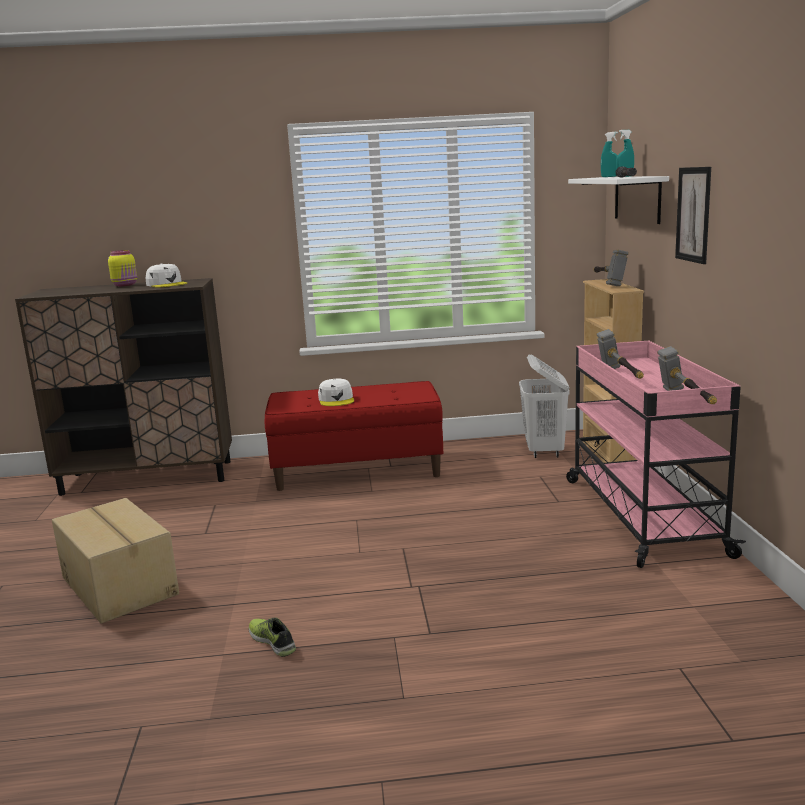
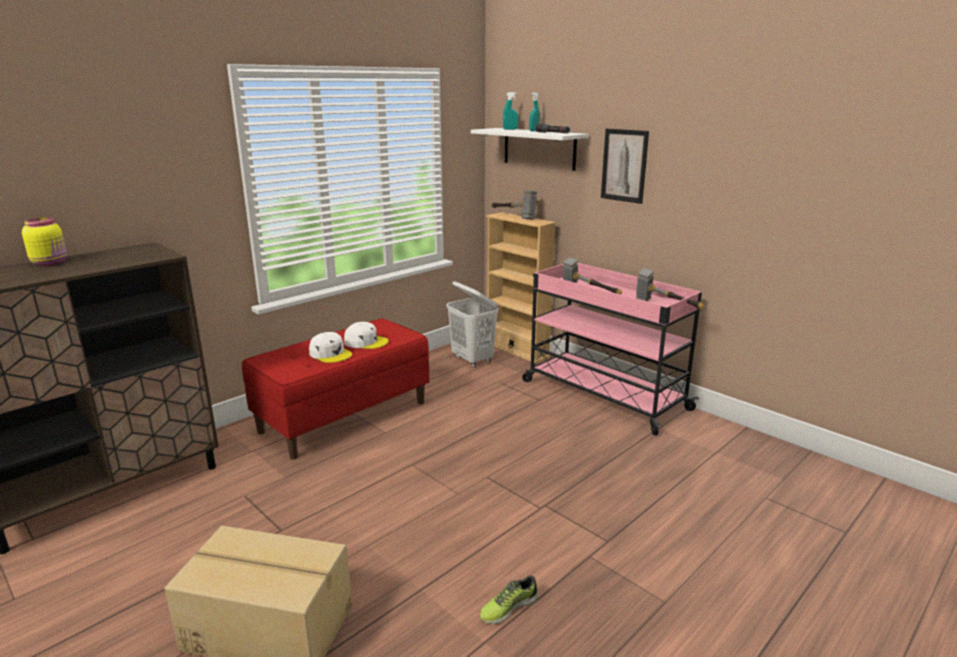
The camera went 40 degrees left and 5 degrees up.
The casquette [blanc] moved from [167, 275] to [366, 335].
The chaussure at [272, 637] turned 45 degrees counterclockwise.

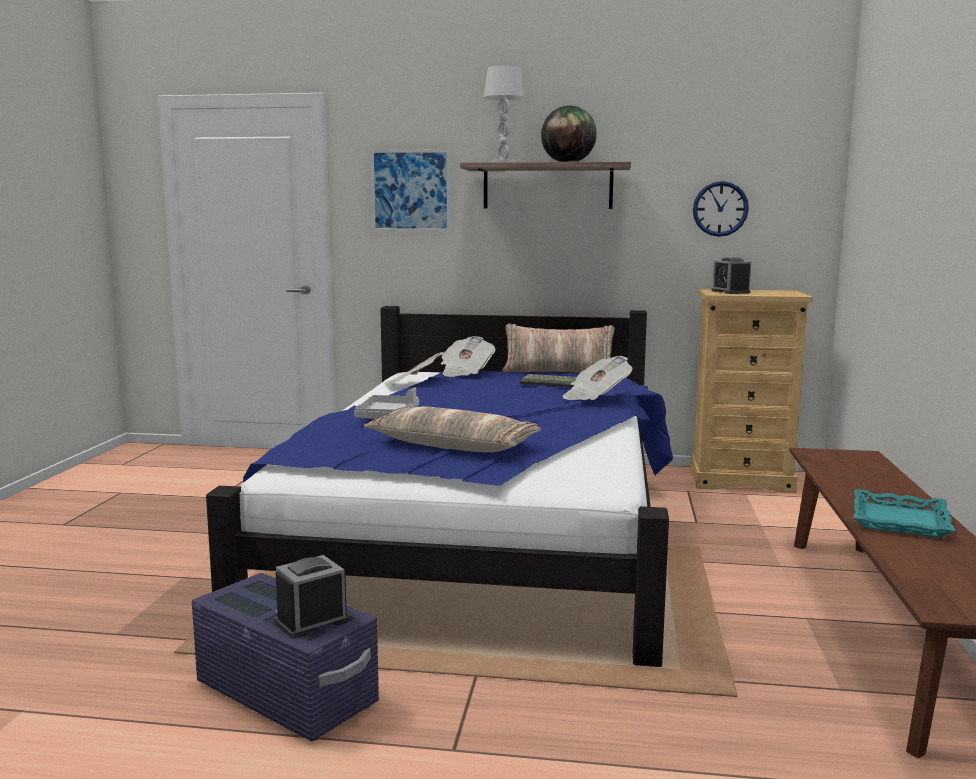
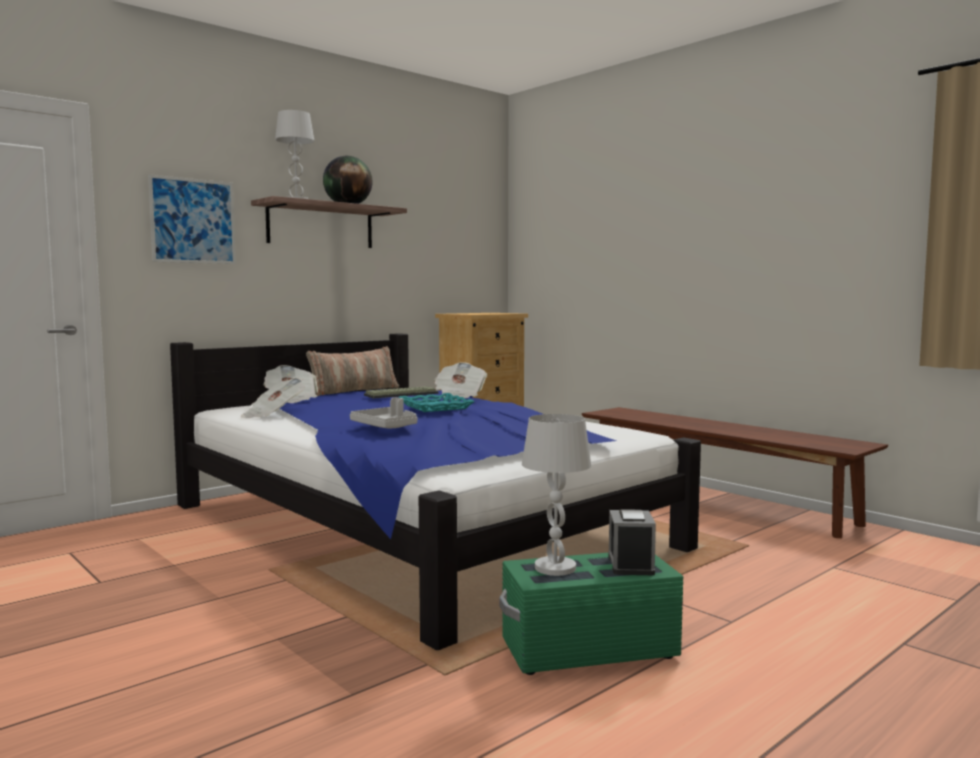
The camera went 50 degrees left and 5 degrees down.
The horloge murale at [721, 209] disappeared.
The réveil at [731, 276] disappeared.
The coussin at [452, 429] disappeared.
The plateau [turquoise] moved from [904, 513] to [436, 402].
The boîte de rangement [violet] at [285, 657] became the boîte de rangement [vert] at [591, 614].
The lampe de table [blanc] at [556, 495] appeared.

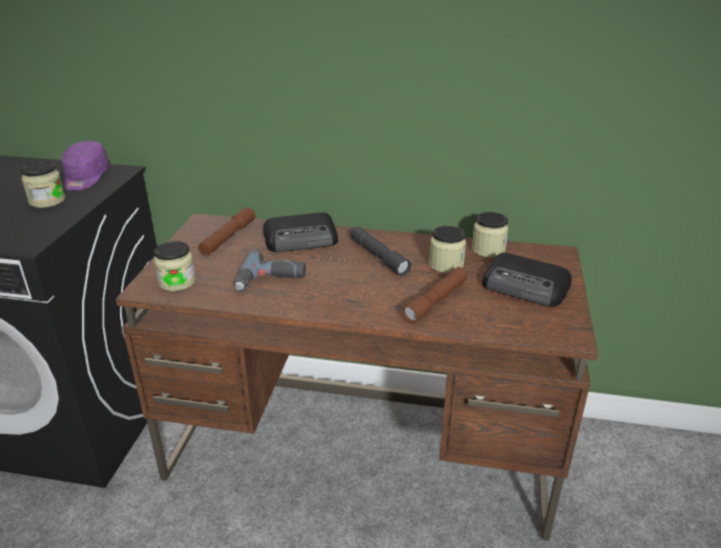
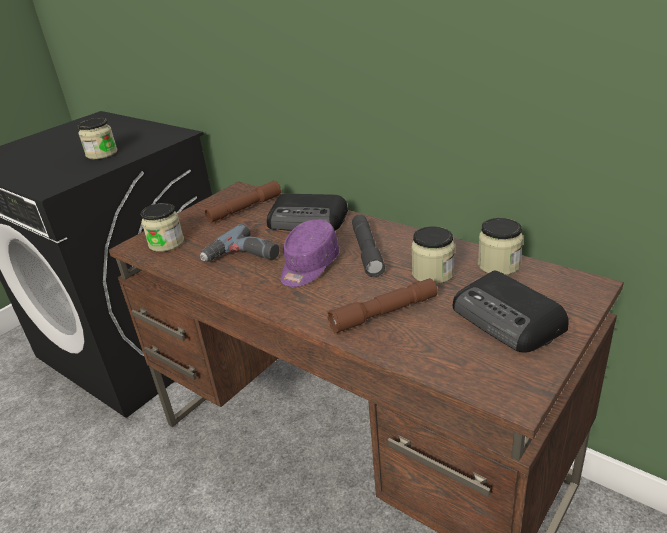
The camera went 30 degrees right and 0 degrees up.
The casquette [violet] moved from [85, 166] to [310, 253].

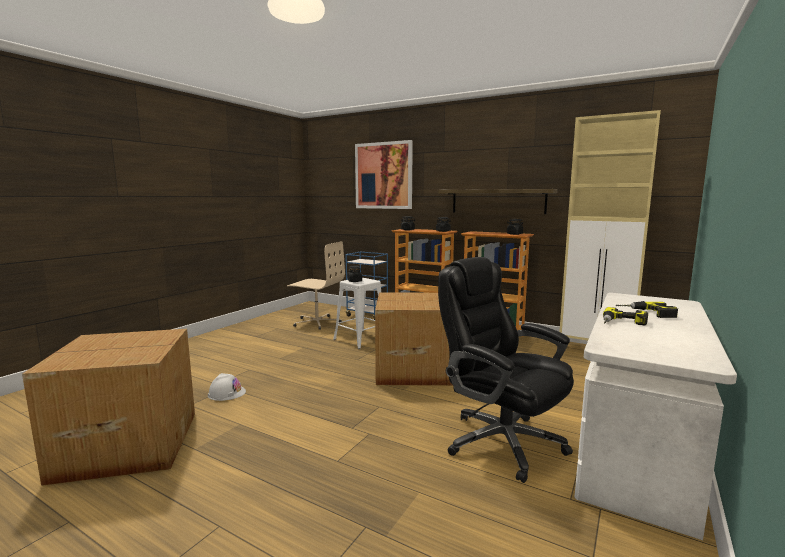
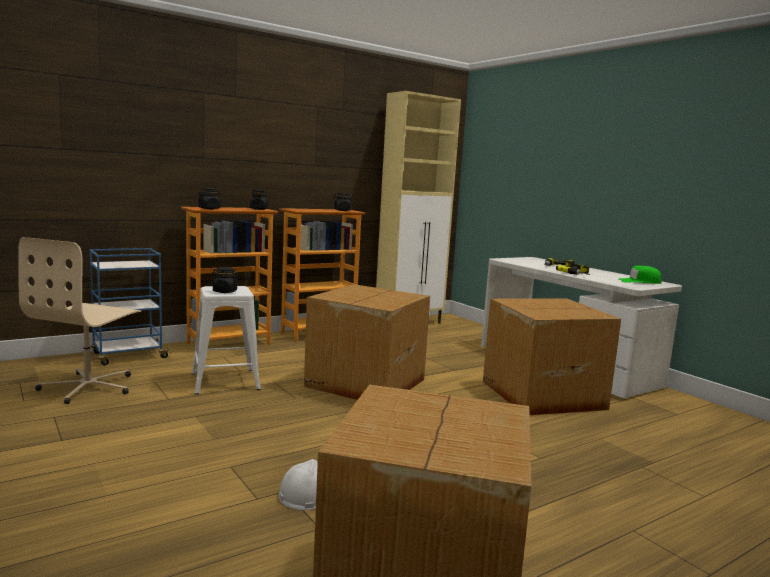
The camera went 65 degrees left and 0 degrees up.
The tableau at [384, 174] disappeared.
The étagère at [498, 201] disappeared.
The chaise de bureau [beige] at [316, 285] turned 150 degrees clockwise.
The chaise de bureau [noir] at [506, 370] was replaced by the carton at [552, 356].
The casquette [vert] at [640, 275] appeared.

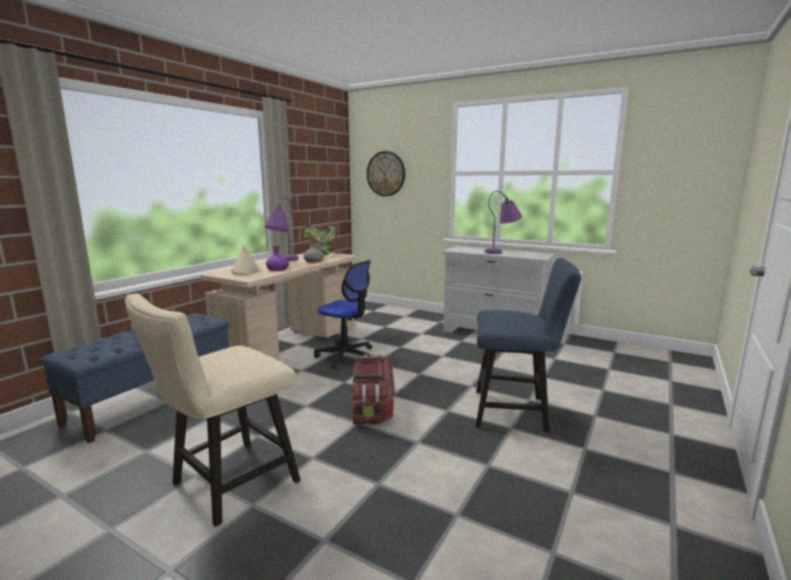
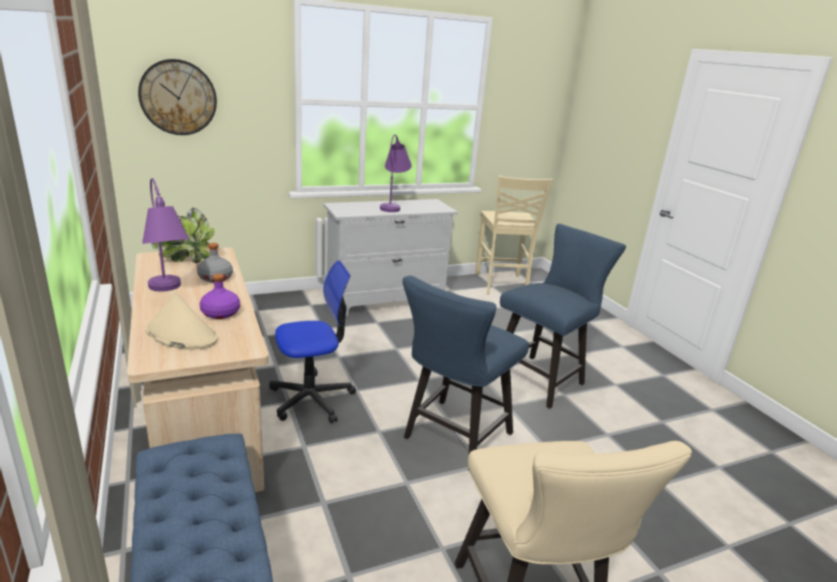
The camera went 55 degrees left and 10 degrees up.
The boîte de rangement at [373, 389] was replaced by the chaise [bleu] at [466, 373].
The chaise [beige] at [514, 235] appeared.

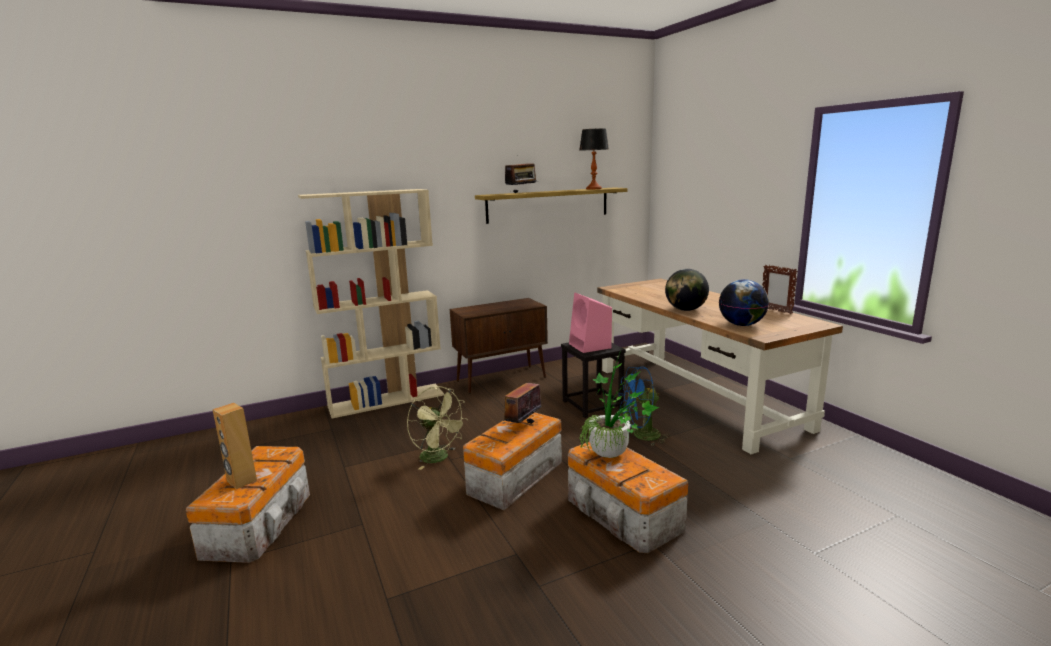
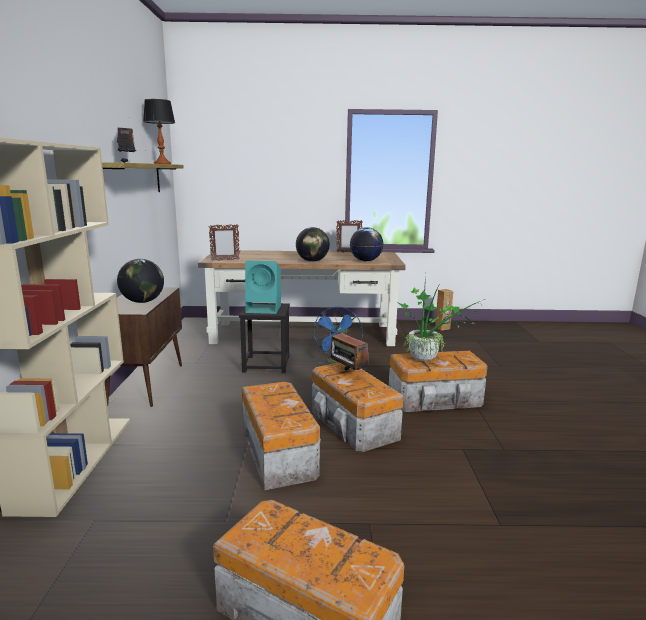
The camera went 65 degrees left and 0 degrees up.
The enceinte [rose] at [590, 323] became the enceinte [turquoise] at [263, 287].
The ventilateur [vert] at [437, 428] was replaced by the boîte de rangement at [281, 436].
The enceinte [marron] moved from [234, 446] to [444, 310].
The cadre photo at [224, 242] appeared.
The globe at [140, 281] appeared.

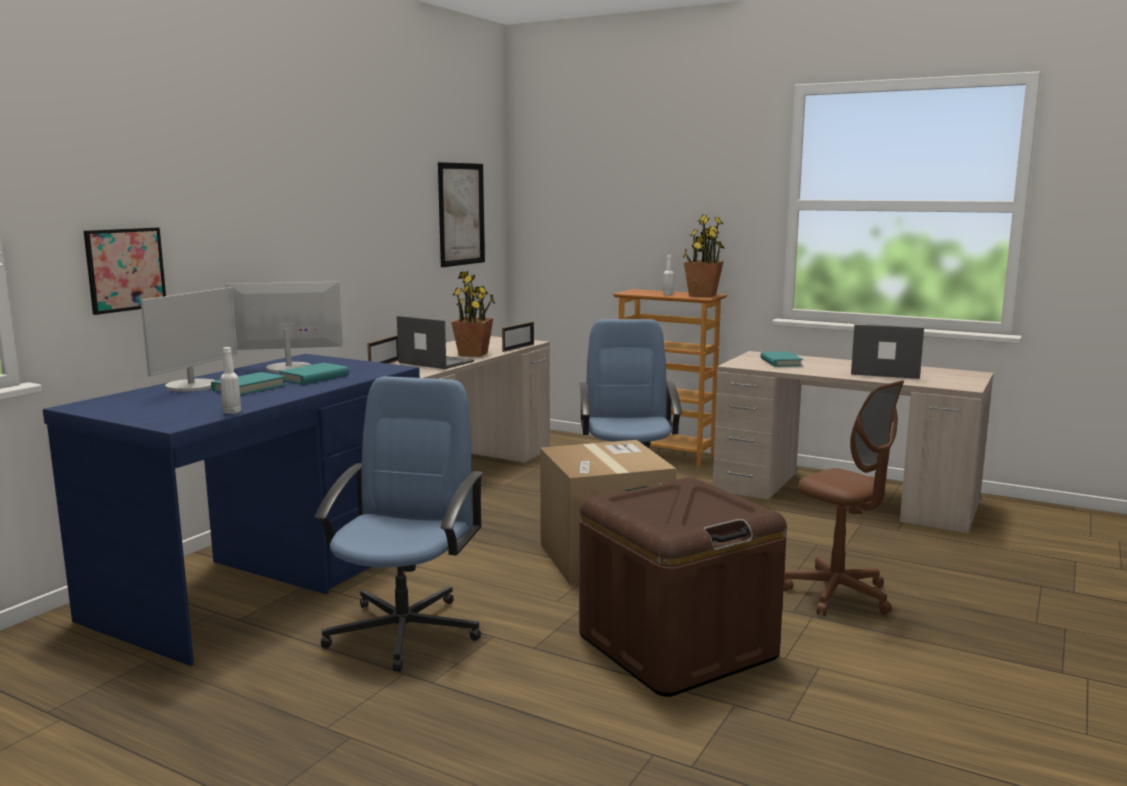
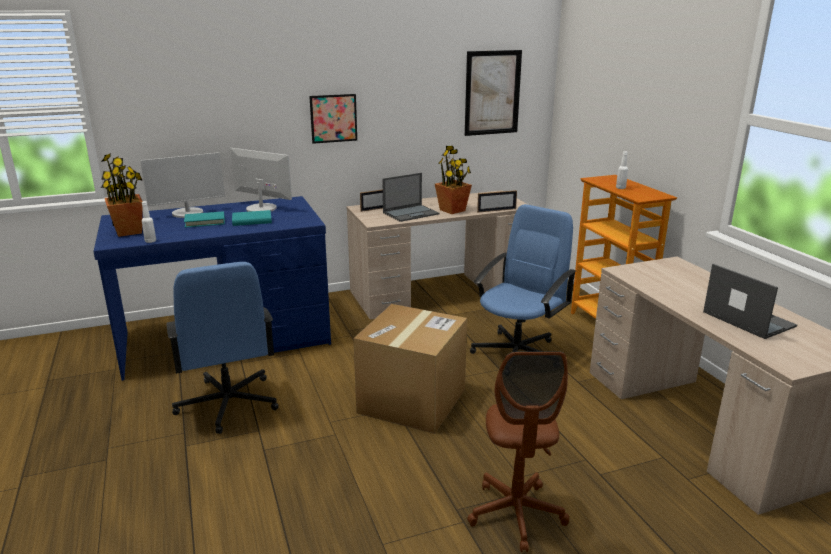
The camera went 40 degrees right and 10 degrees up.
The plante en pot moved from [703, 255] to [122, 195].
The tableau moved from [125, 271] to [333, 119].
The ordinateur portable at [435, 342] turned 75 degrees clockwise.
The livre [turquoise] at [781, 359] disappeared.
The chaise de bureau [bleu] at [398, 524] turned 105 degrees clockwise.
The boîte de rangement [marron] at [683, 587] disappeared.

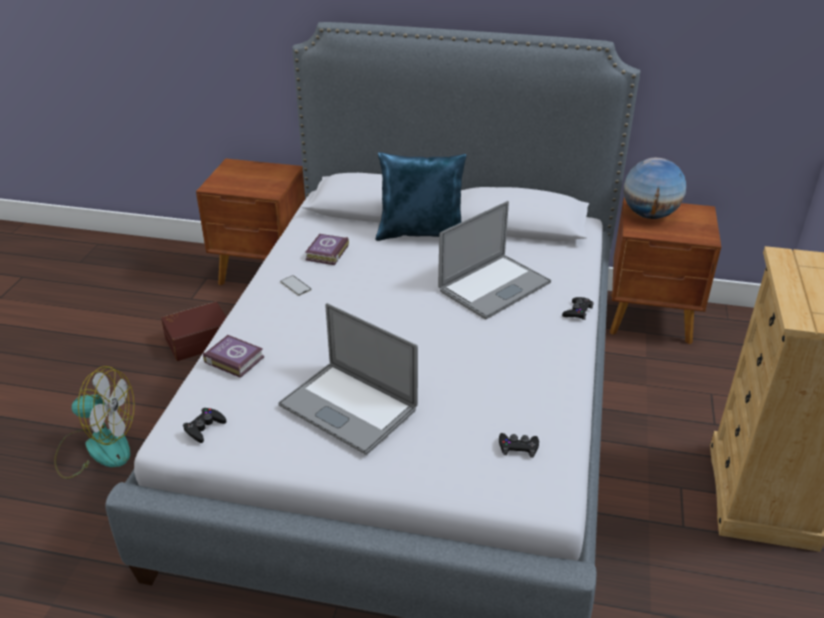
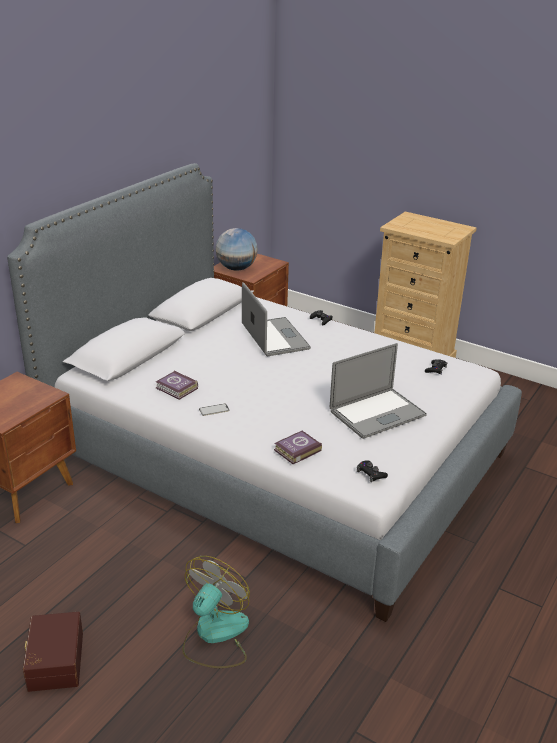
The camera went 70 degrees left and 5 degrees down.
The coussin [bleu] at [421, 196] disappeared.
The boîte de rangement [marron] moved from [193, 331] to [53, 652].

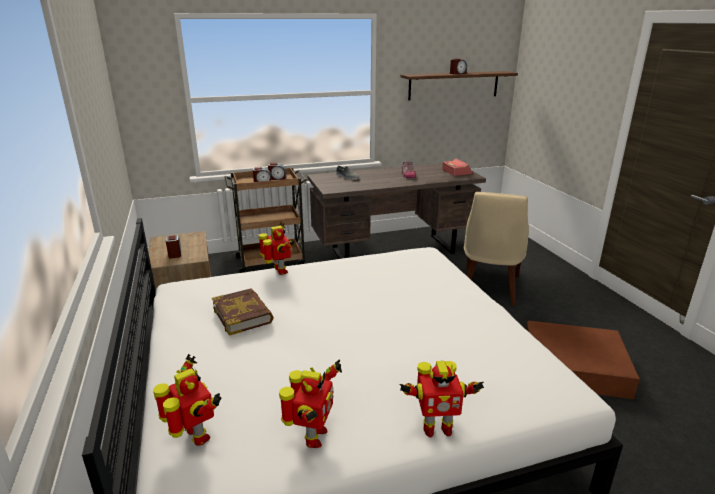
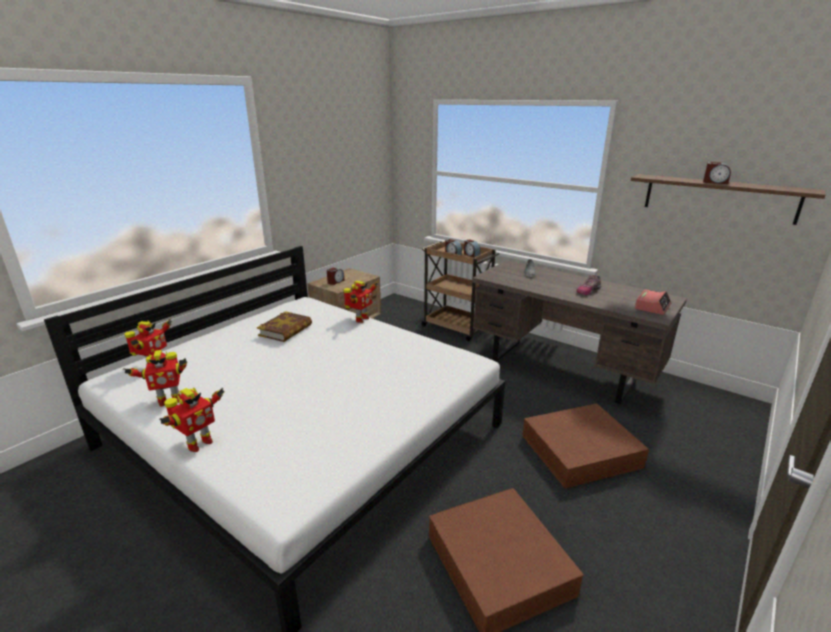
The camera went 55 degrees right and 0 degrees up.
The chaise [beige] at [496, 249] was replaced by the boîte de rangement [marron] at [585, 446].
The robot jouet at [442, 399] turned 105 degrees counterclockwise.

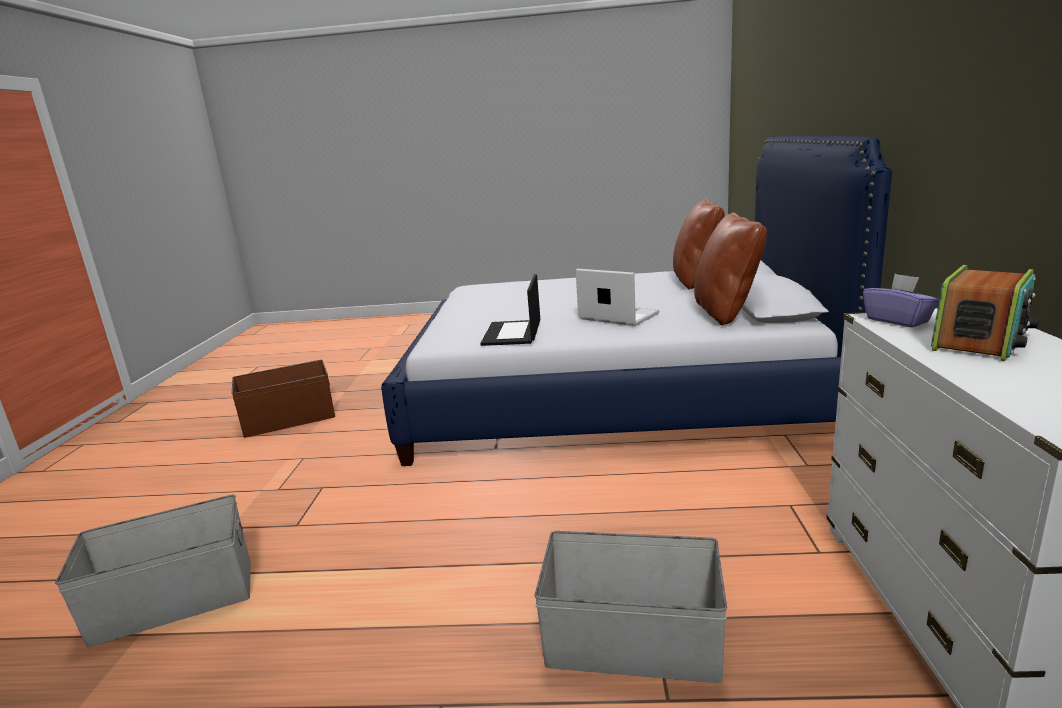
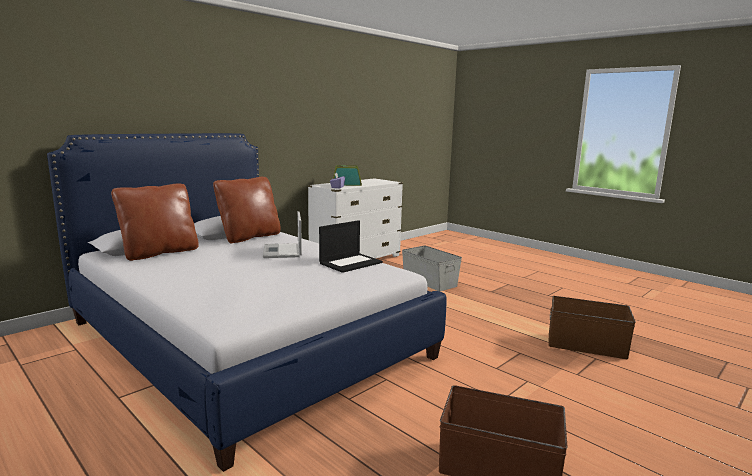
The camera went 140 degrees left and 5 degrees down.
The boîte de rangement [gris] at [153, 571] became the boîte de rangement [marron] at [592, 327].

